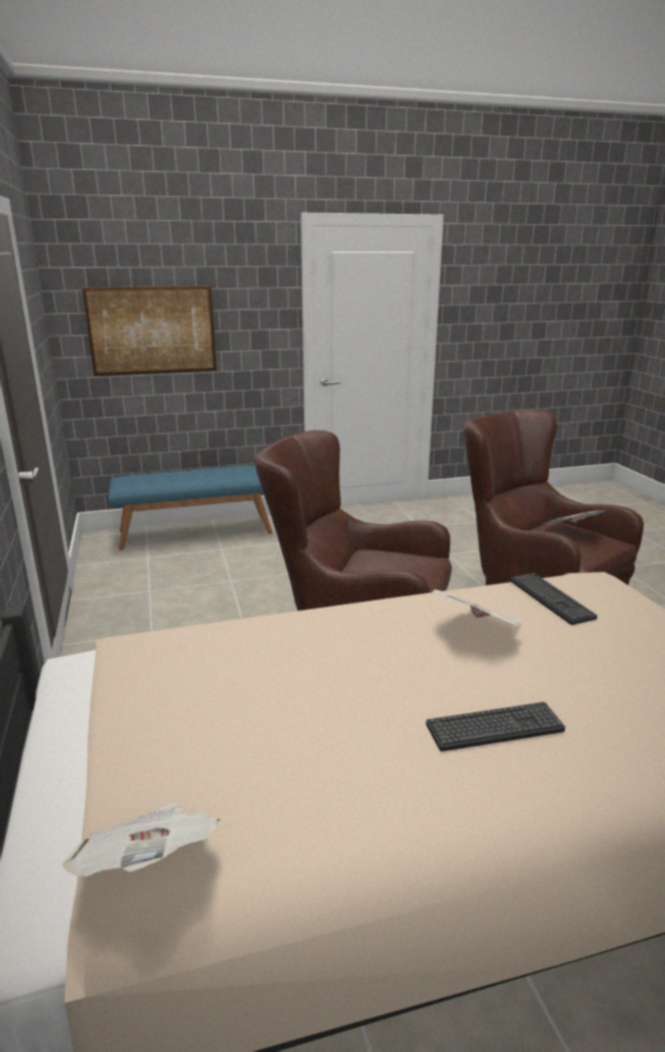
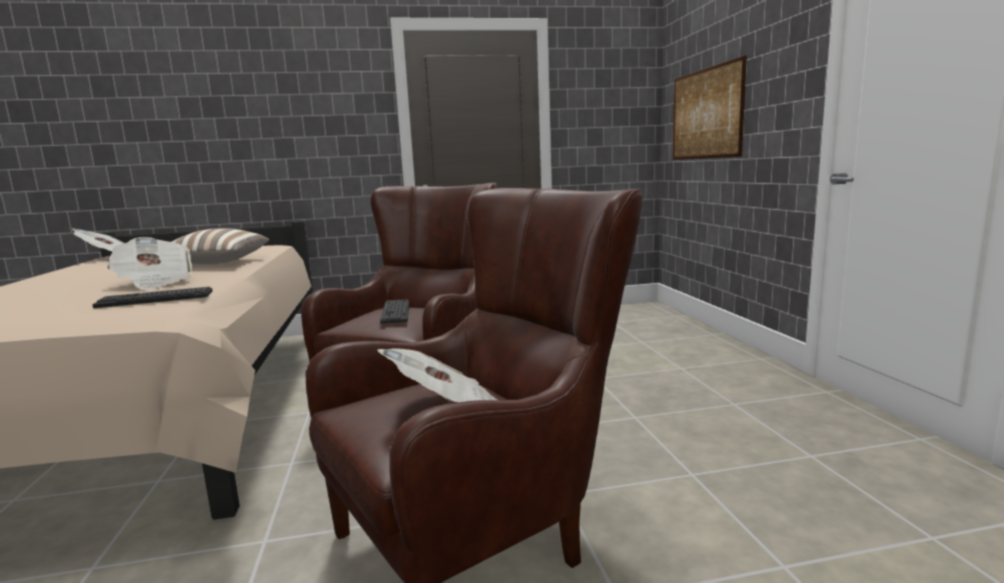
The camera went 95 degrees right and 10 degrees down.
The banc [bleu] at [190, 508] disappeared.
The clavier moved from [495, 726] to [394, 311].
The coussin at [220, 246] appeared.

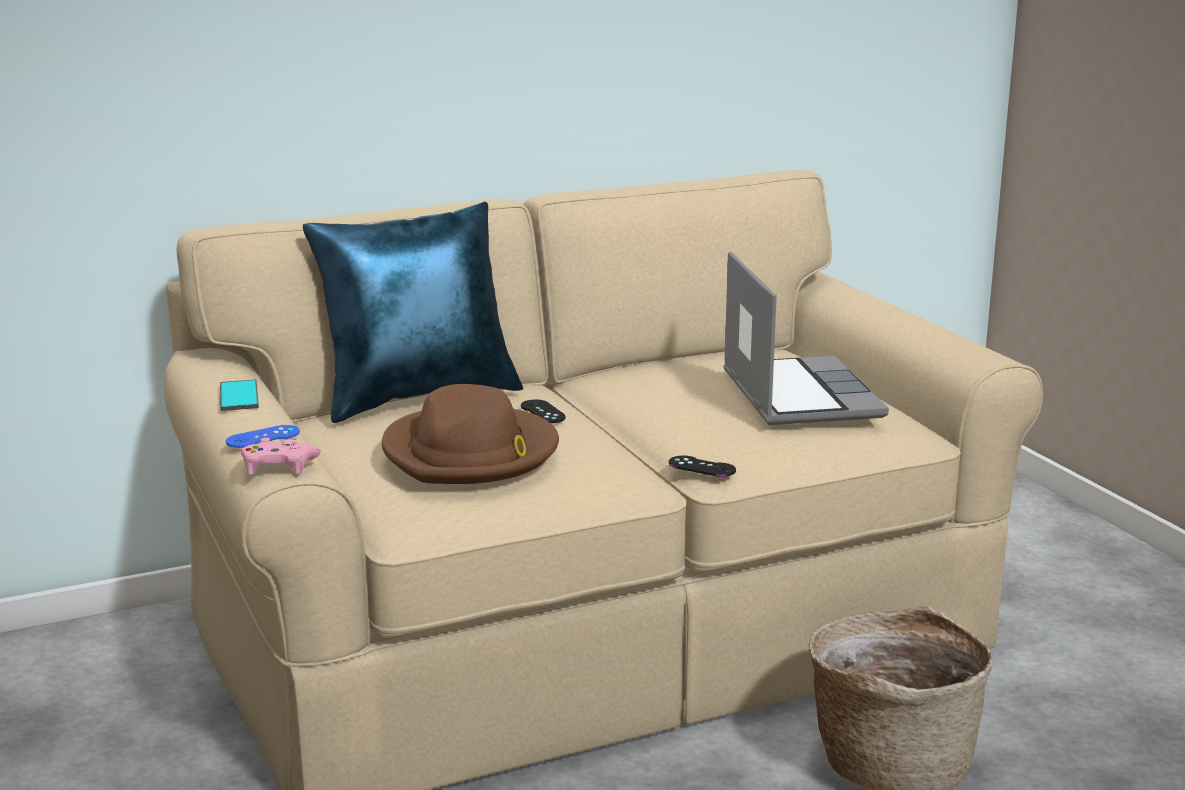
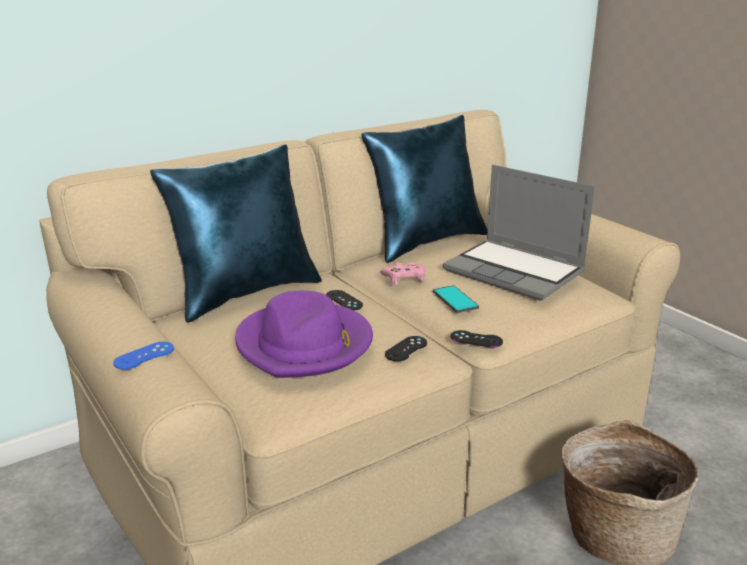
The camera went 10 degrees left and 5 degrees up.
The ordinateur portable at [806, 338] turned 150 degrees clockwise.
The téléphone moved from [239, 395] to [456, 299].
The chapeau [marron] at [470, 434] became the chapeau [violet] at [304, 334].
The manette [rose] moved from [281, 456] to [402, 273].
The coussin [bleu] at [424, 189] appeared.
The manette [noir] at [406, 348] appeared.

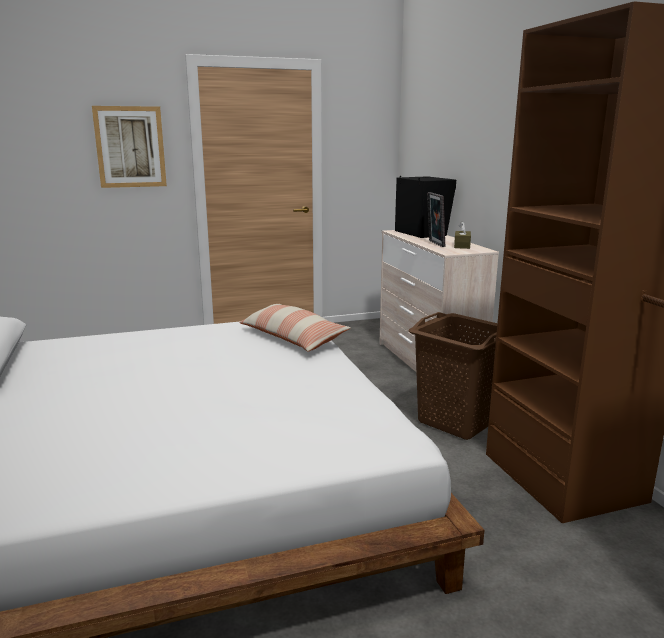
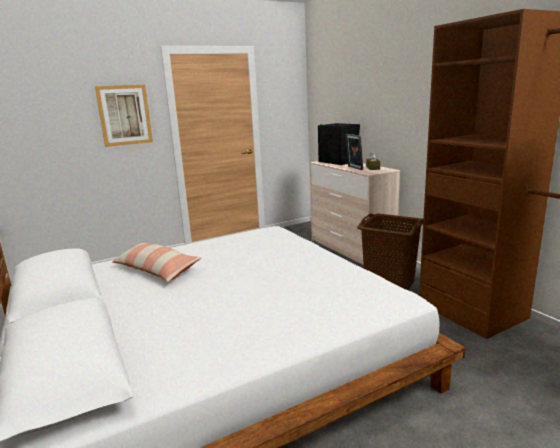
The camera went 10 degrees left and 0 degrees up.
The coussin moved from [295, 328] to [157, 262].

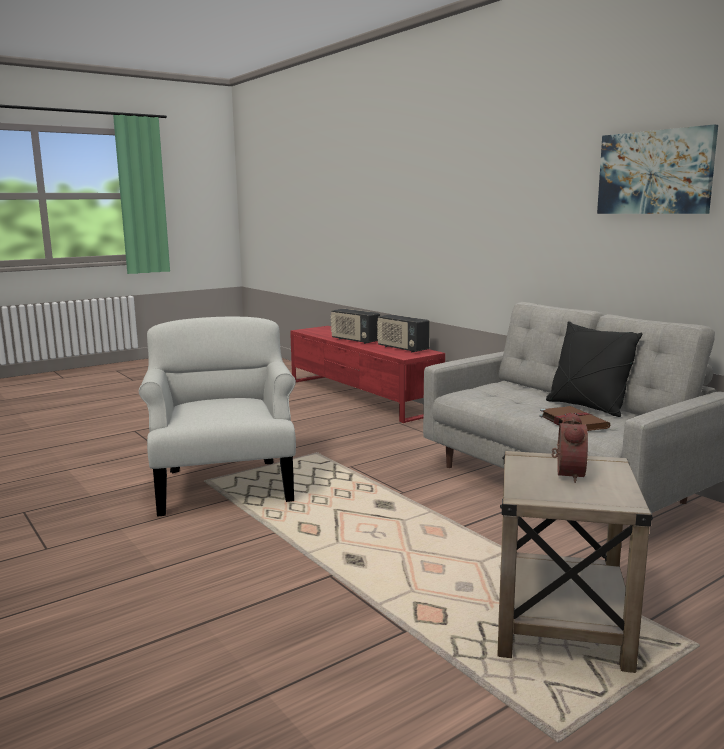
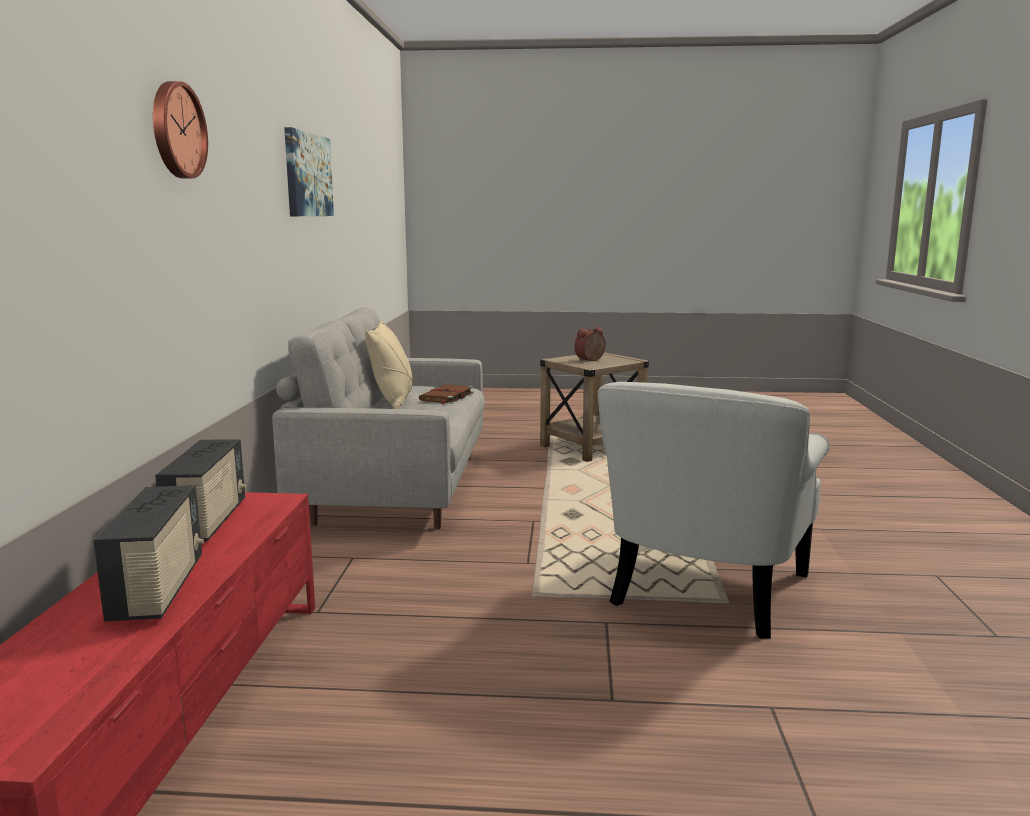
The camera went 140 degrees left and 0 degrees up.
The coussin [noir] at [594, 369] became the coussin [beige] at [389, 364].
The horloge murale at [180, 129] appeared.

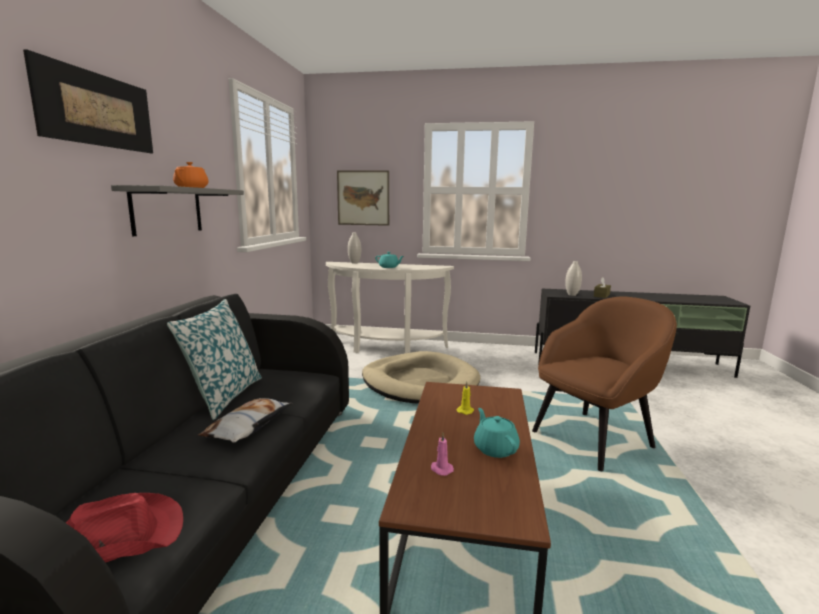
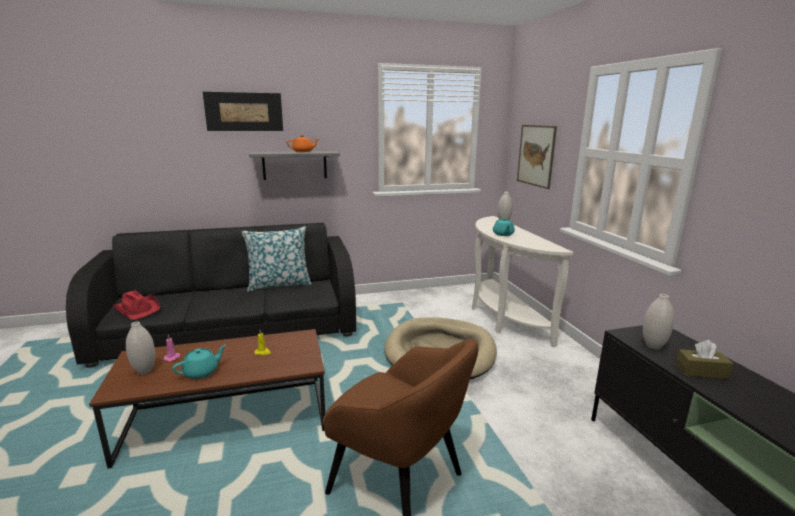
The camera went 65 degrees right and 5 degrees up.
The coussin at [245, 420] disappeared.
The vase [blanc] at [140, 348] appeared.

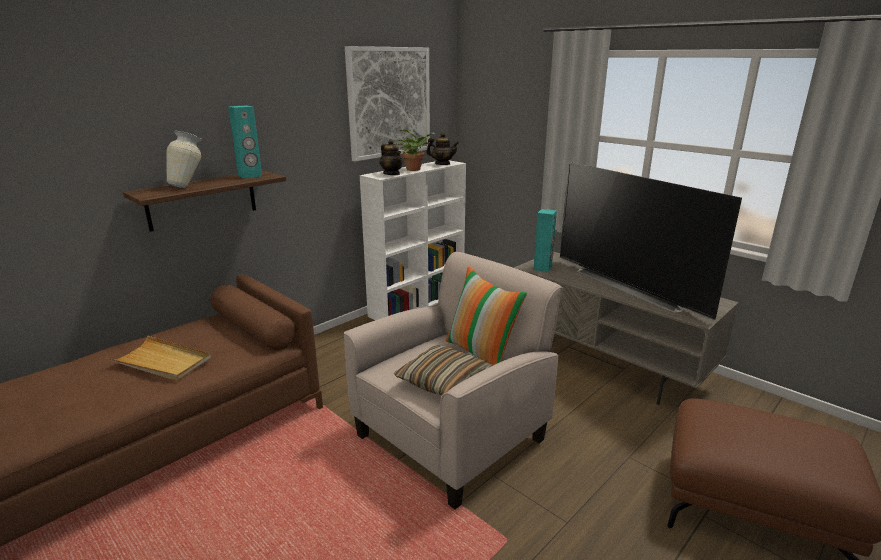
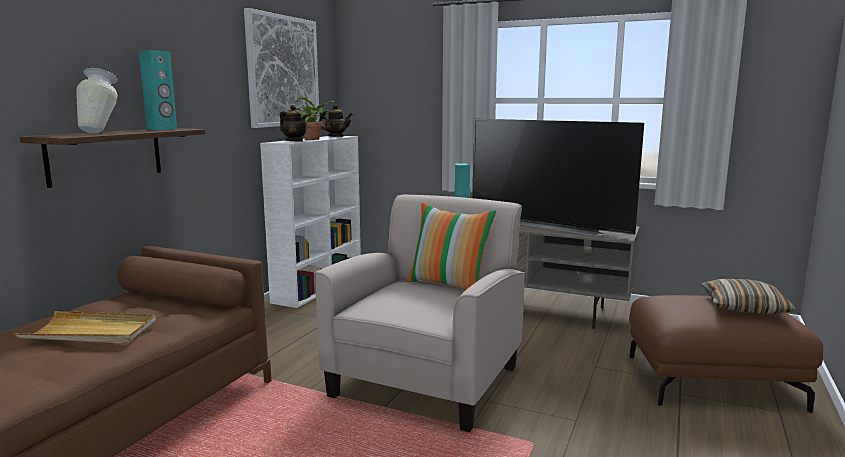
The camera went 20 degrees left and 10 degrees down.
The coussin moved from [443, 370] to [748, 296].

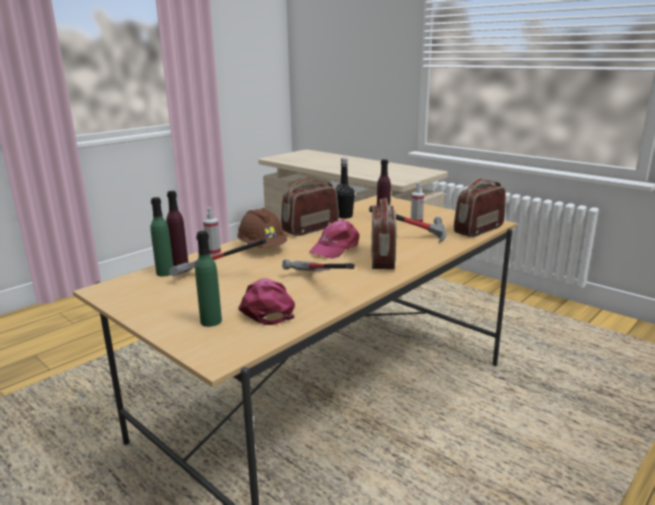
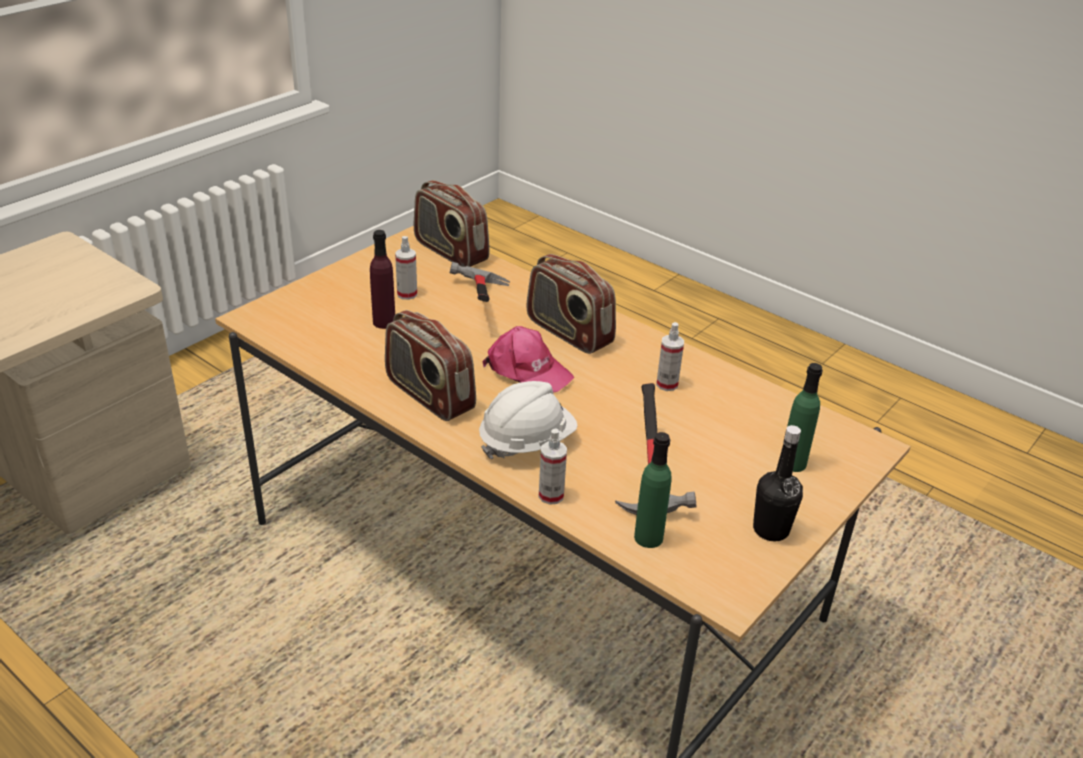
The camera went 95 degrees left and 15 degrees up.
The bouteille [noir] moved from [345, 188] to [778, 483].
The bouteille [violet] at [177, 228] disappeared.
The radio at [384, 233] turned 135 degrees counterclockwise.
The casque de chantier [marron] at [262, 228] became the casque de chantier [blanc] at [528, 420].
The marteau at [318, 265] was replaced by the vaporisateur at [670, 356].
The casquette [rose] at [266, 301] disappeared.

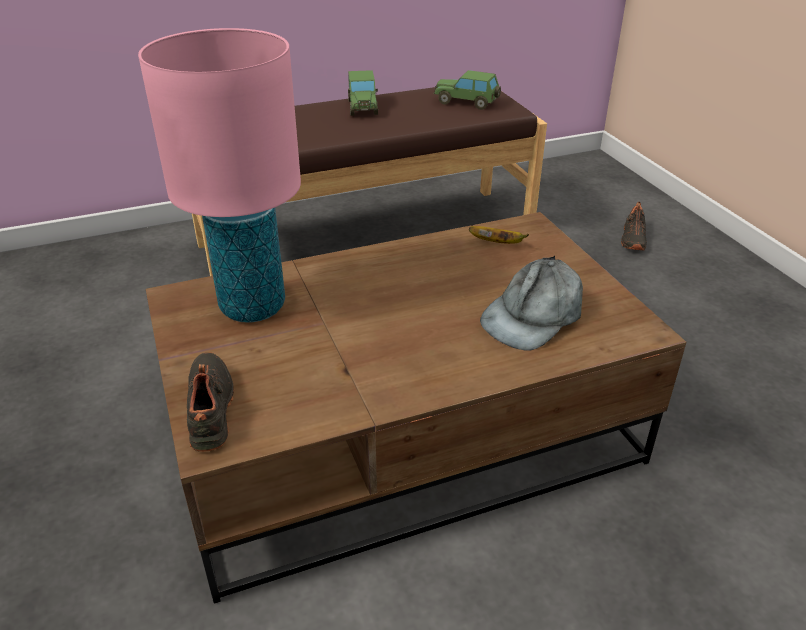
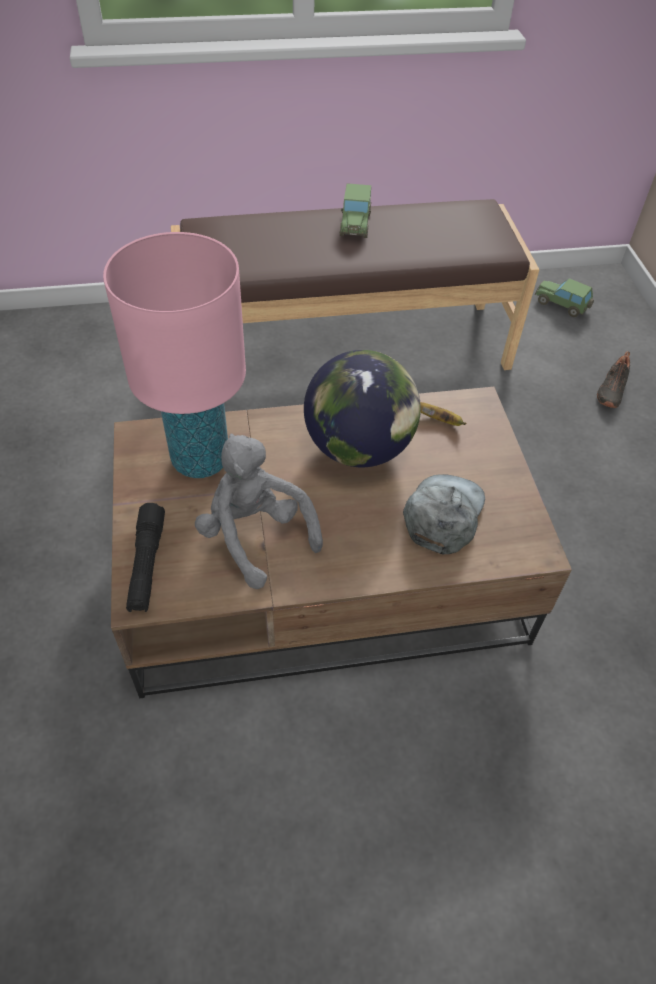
The camera went 10 degrees right and 15 degrees up.
The petite voiture moved from [467, 90] to [564, 297].
The casquette [gris] at [531, 303] turned 150 degrees clockwise.
The chaussure [noir] at [210, 402] was replaced by the lampe de poche [noir] at [145, 557].
The globe at [362, 408] appeared.
The peluche [gris] at [259, 511] appeared.

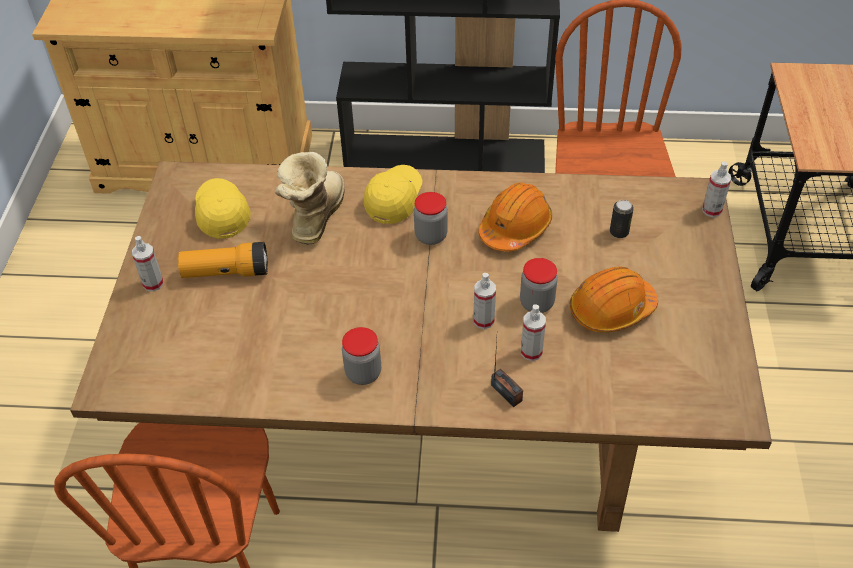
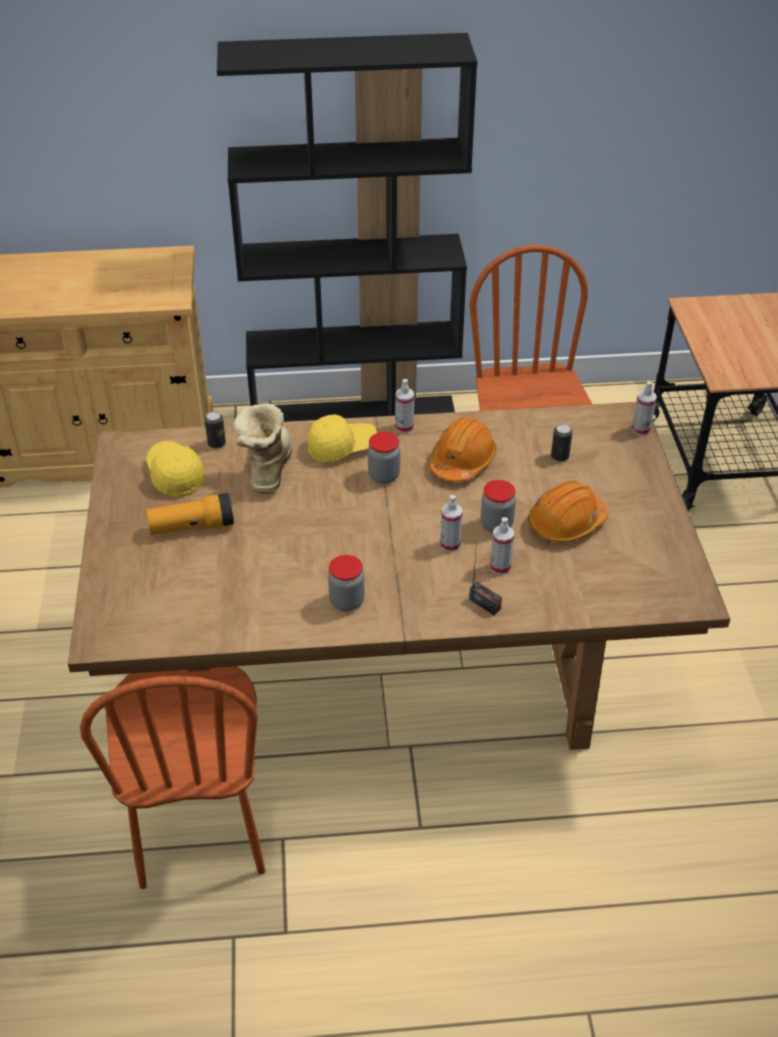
The camera went 10 degrees left and 5 degrees down.
The casquette [jaune] at [393, 194] turned 60 degrees clockwise.
The vaporisateur moved from [147, 264] to [404, 406].
The boîte métallique at [215, 429] appeared.

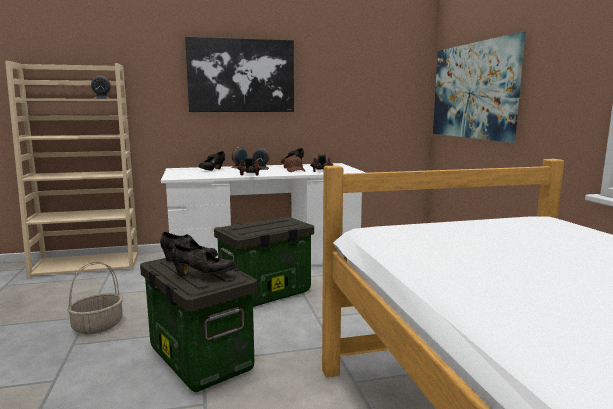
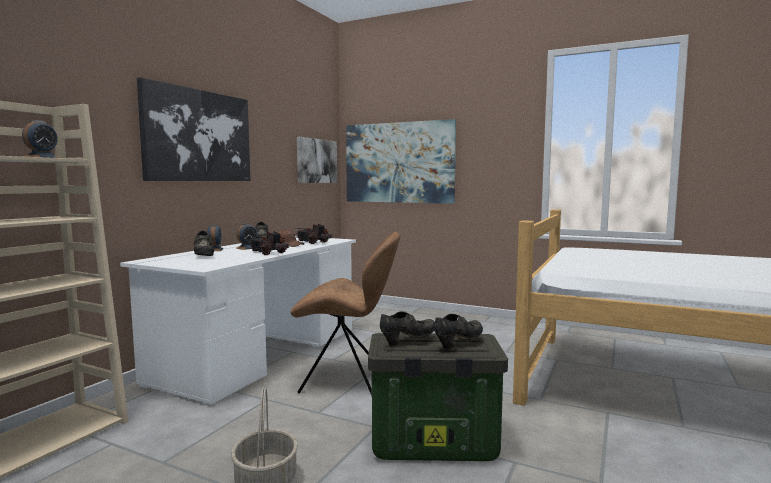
The camera went 50 degrees left and 5 degrees down.
The boîte de rangement at [264, 262] was replaced by the chaise [marron] at [345, 313].
The tableau at [317, 160] appeared.

